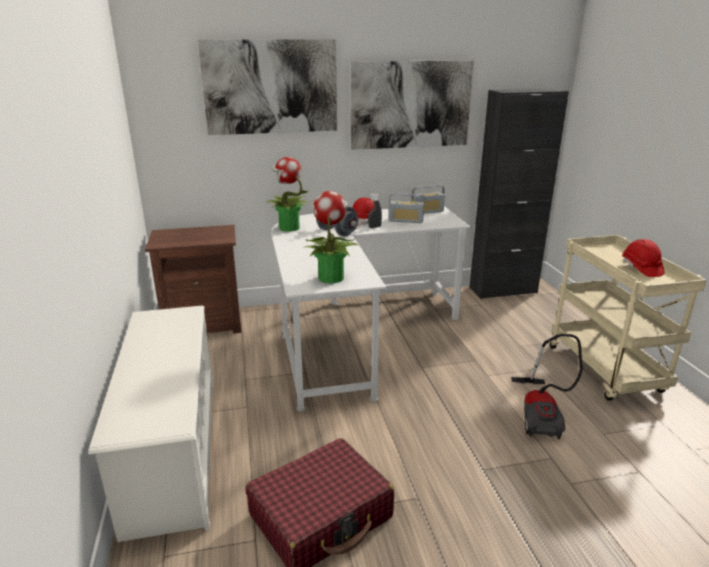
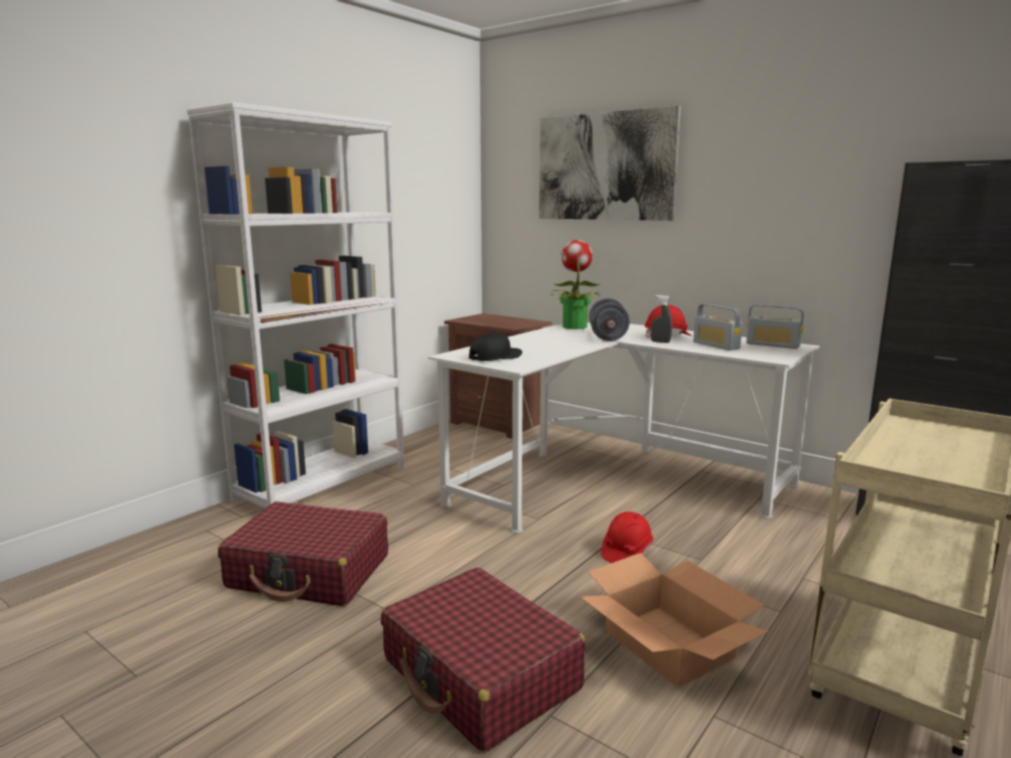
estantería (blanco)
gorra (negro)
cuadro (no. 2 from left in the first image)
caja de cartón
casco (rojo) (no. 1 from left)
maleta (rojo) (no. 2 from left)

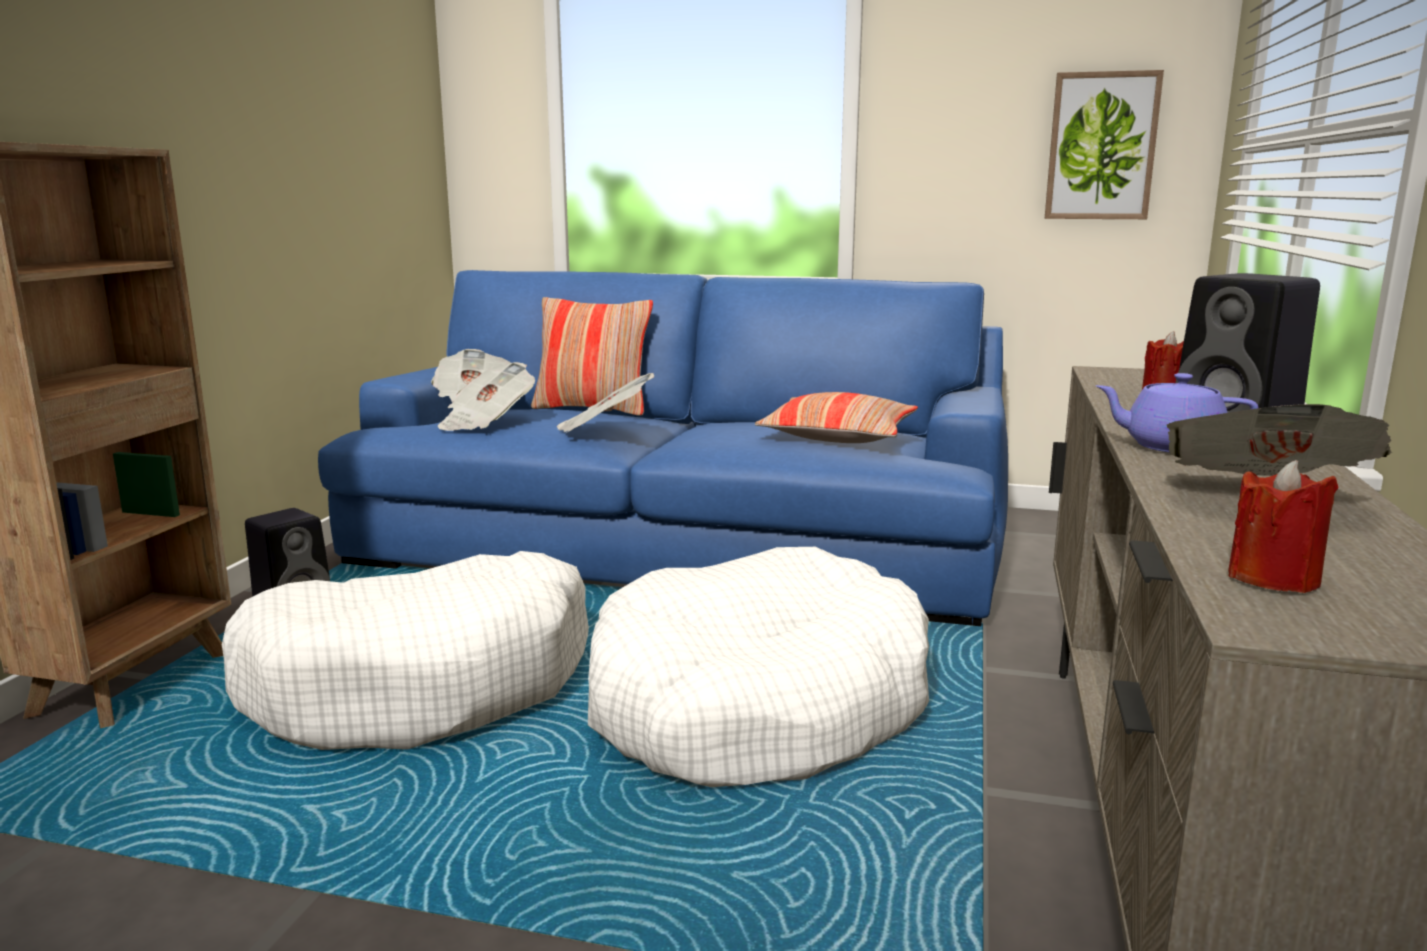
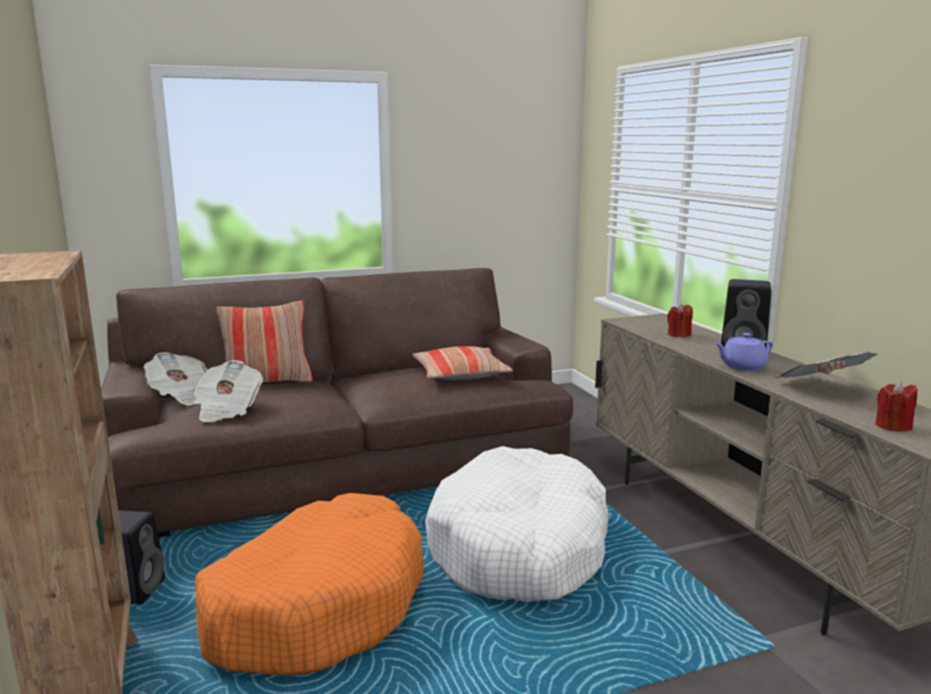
cama para perro (naranja)
sofá (marrón)
periódico (no. 3 from left in the first image)
cuadro

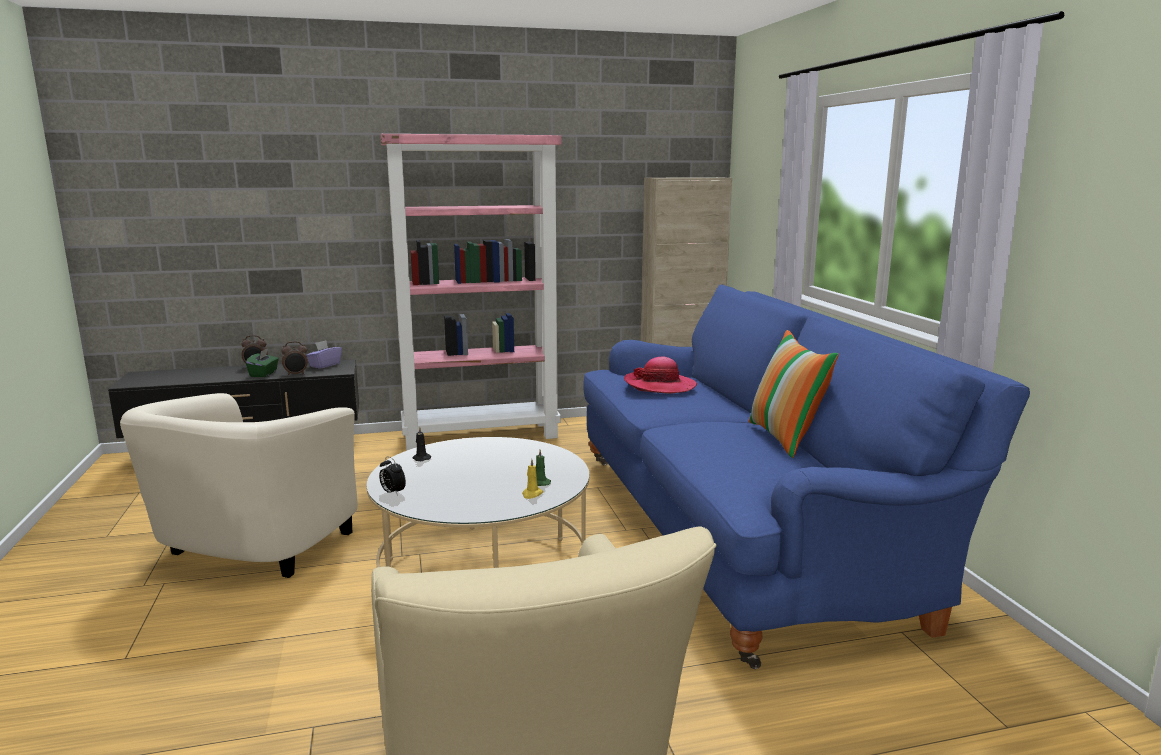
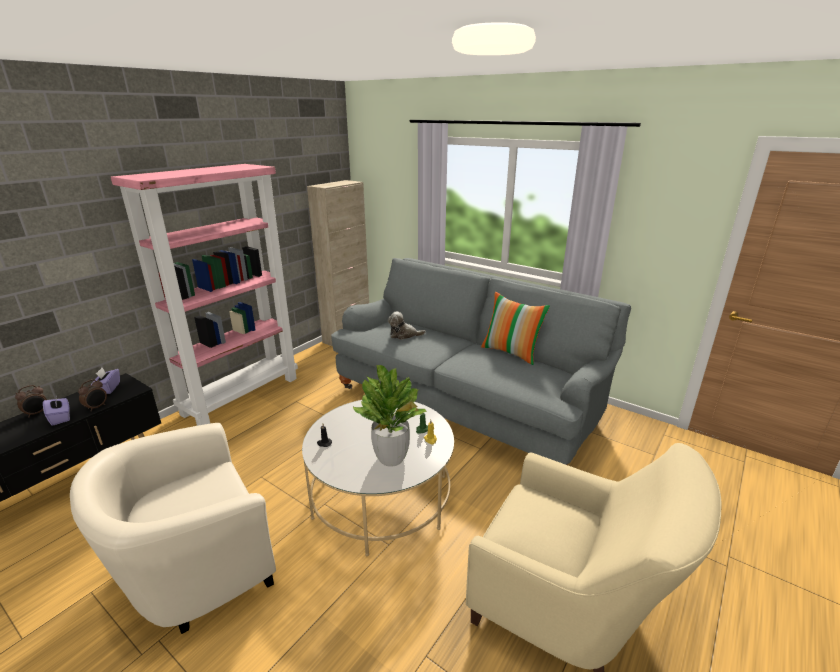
sillón (beis) (no. 1 from left)
caja de pañuelos (morado) (no. 1 from left)
despertador (no. 3 from left in the first image)
sofá (gris)
peluche
planta en maceta

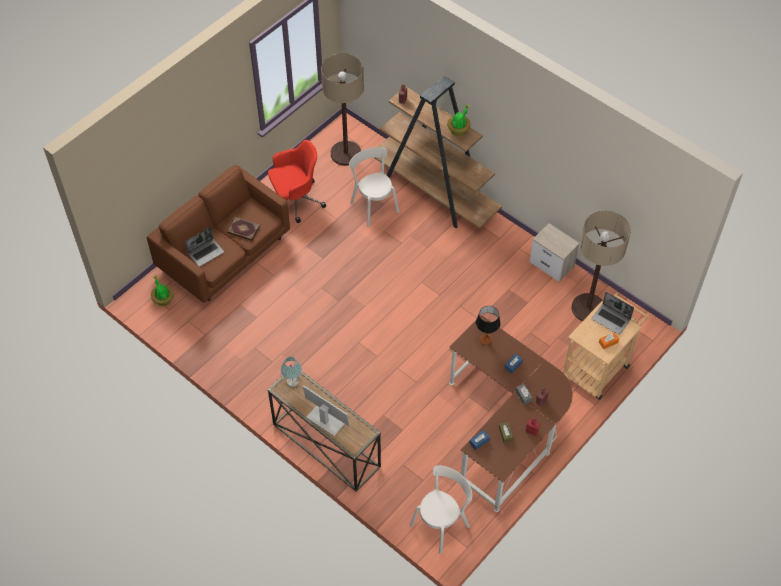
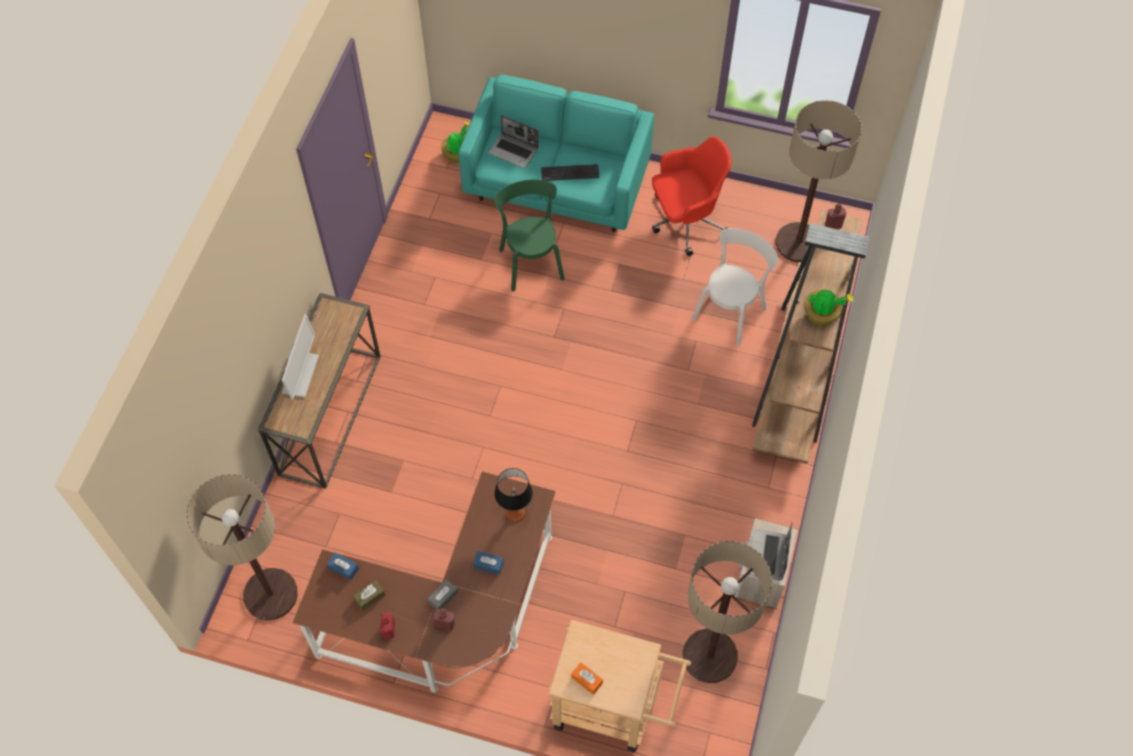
sofá (turquesa)
teclado
silla de oficina (rojo)
lámpara de mesa (no. 1 from left in the first image)
lámpara de pie (no. 1 from left)
portátil (no. 2 from left)
silla (verde)

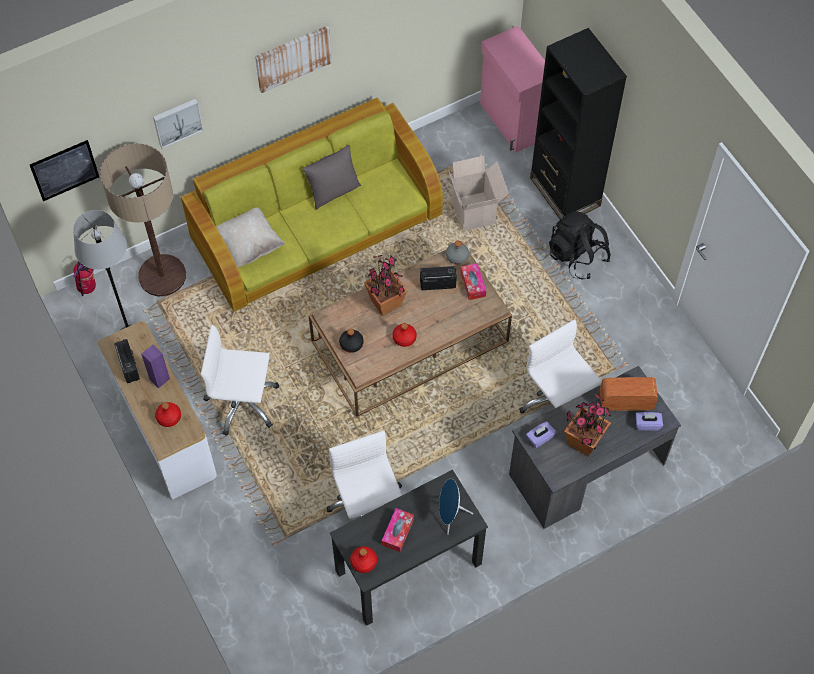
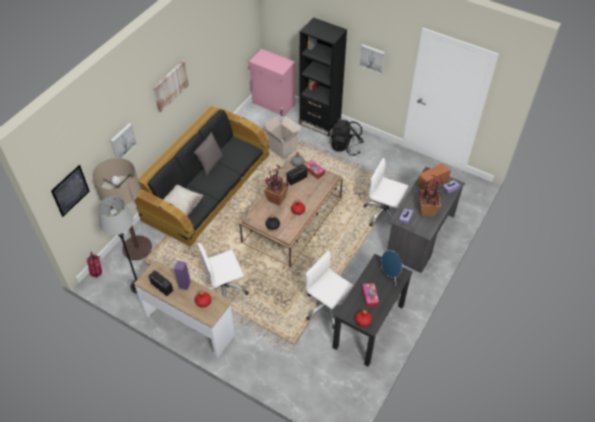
sofá (negro)
cuadro (no. 4 from left)

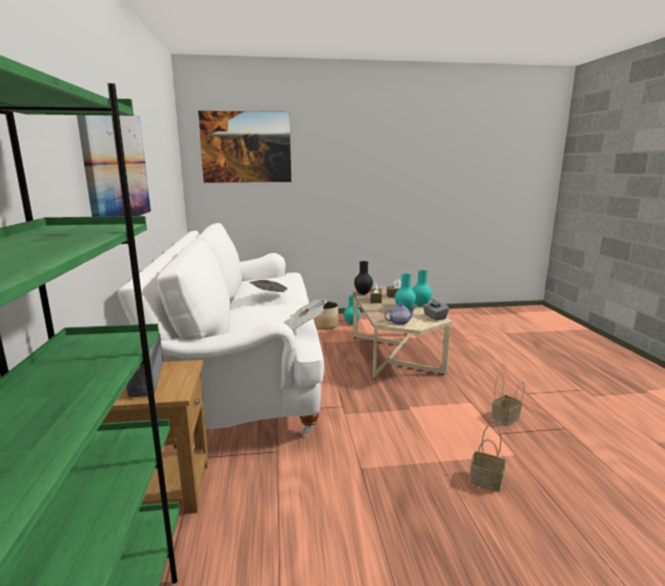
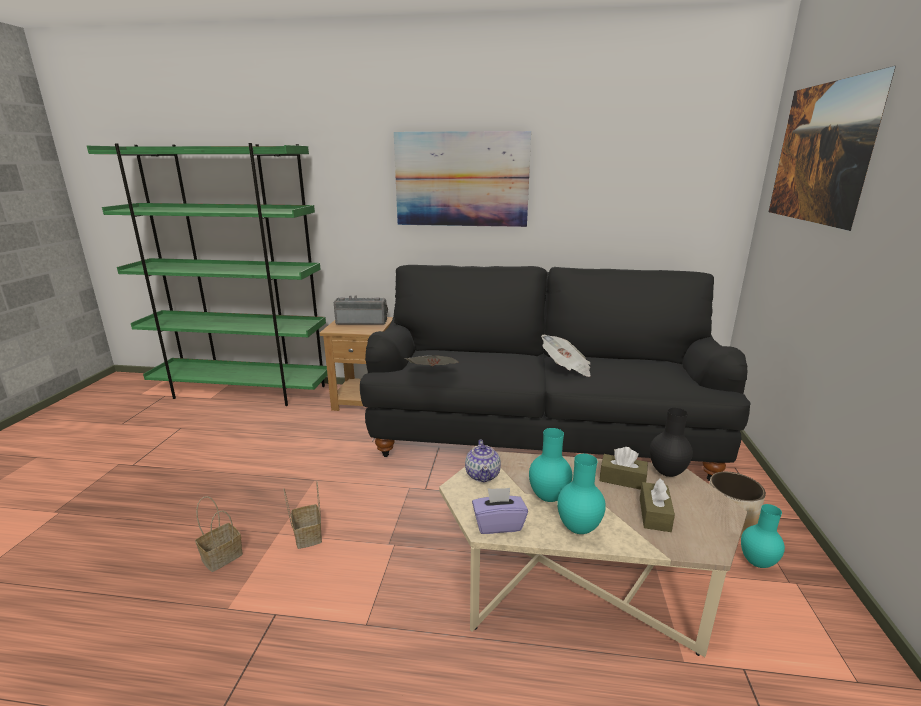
sofá (negro)
caja de pañuelos (morado)
cesta (no. 2 from left)

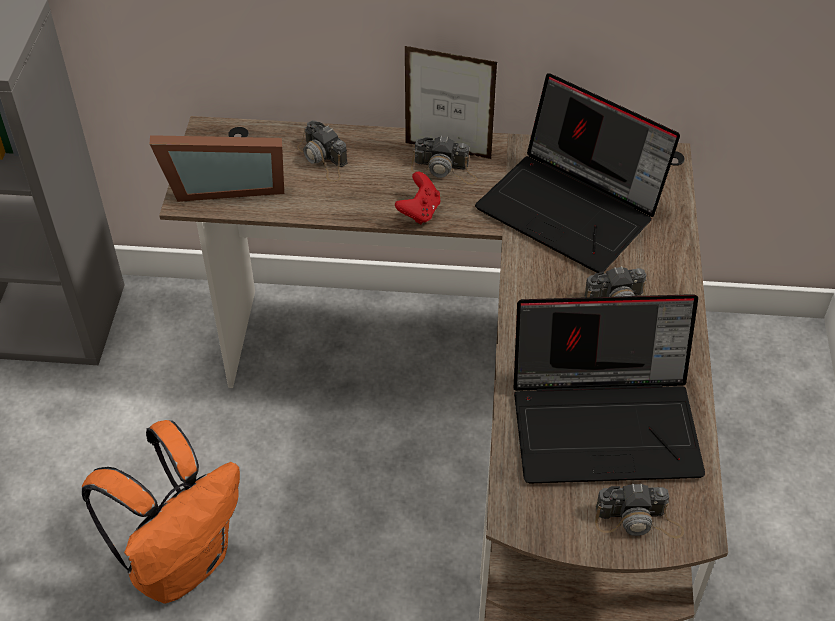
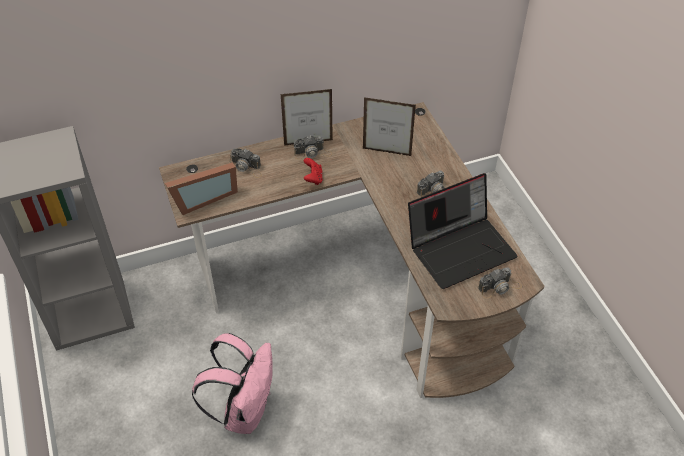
mochila (rosa)
portarretratos (no. 3 from left)

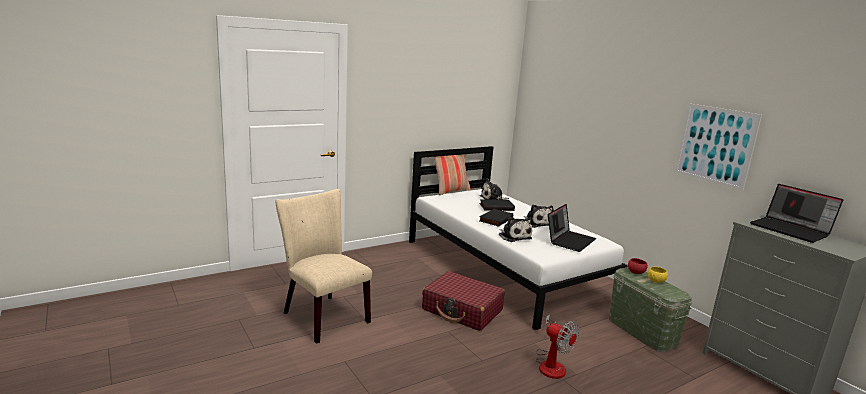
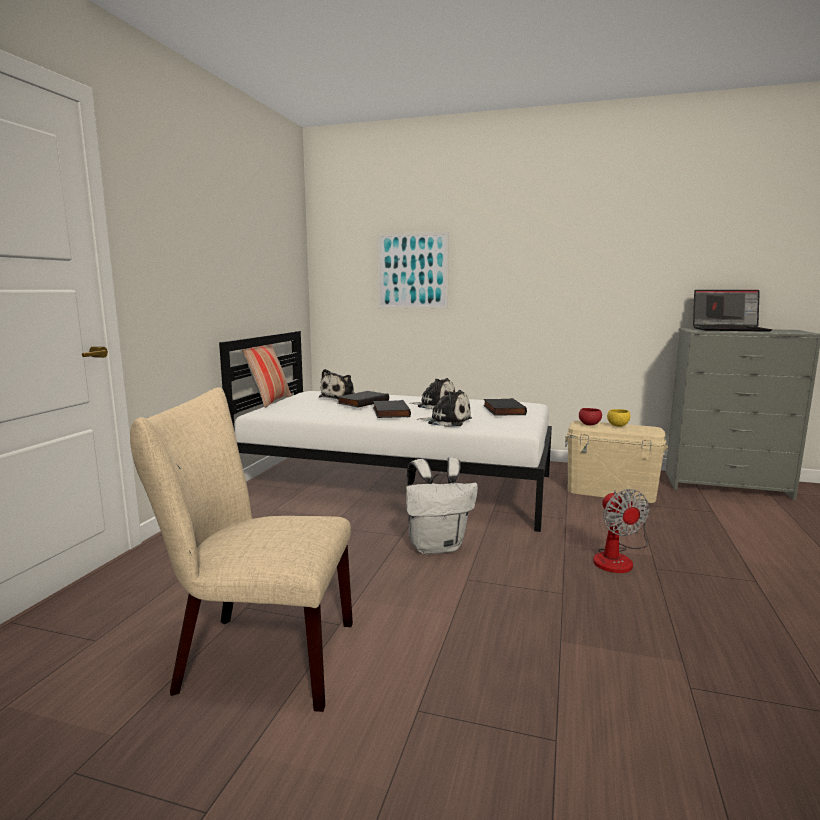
mochila (blanco)
ventilador
libro (negro) (no. 3 from left)
caja de almacenaje (beis)
cuadro

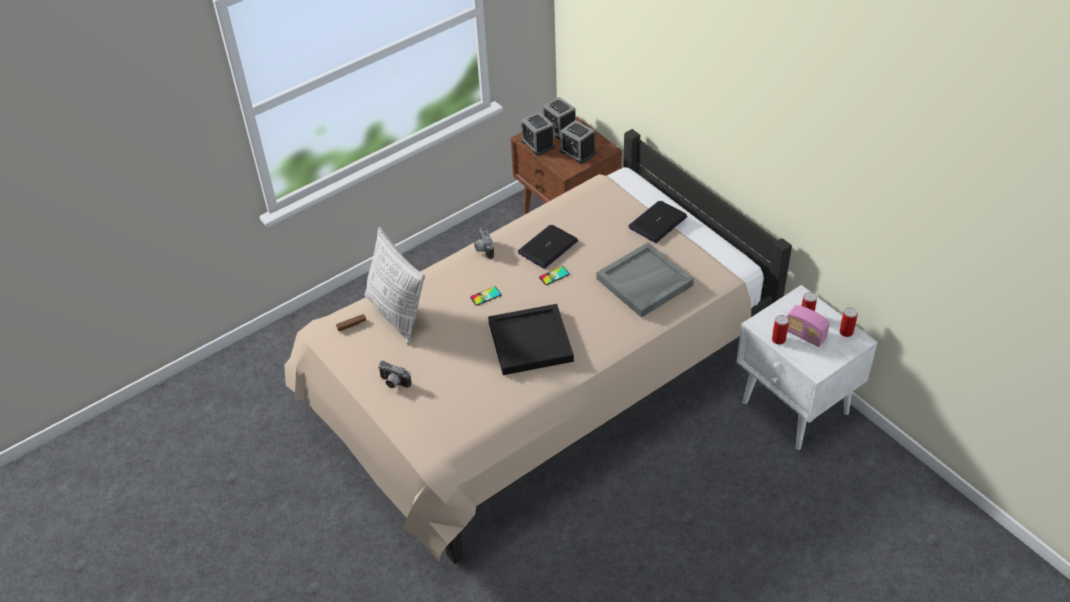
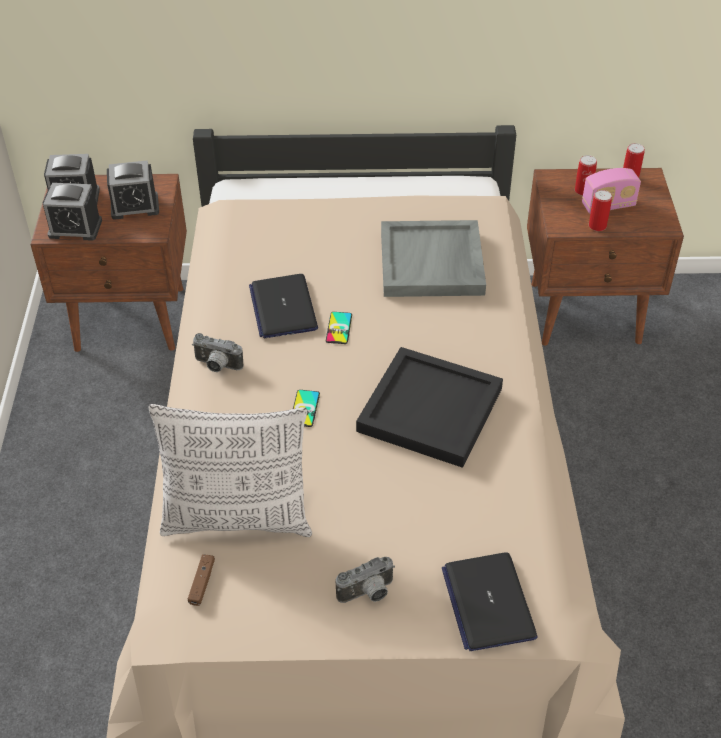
portátil (no. 2 from left)
mesita de noche (marrón) (no. 2 from left)

